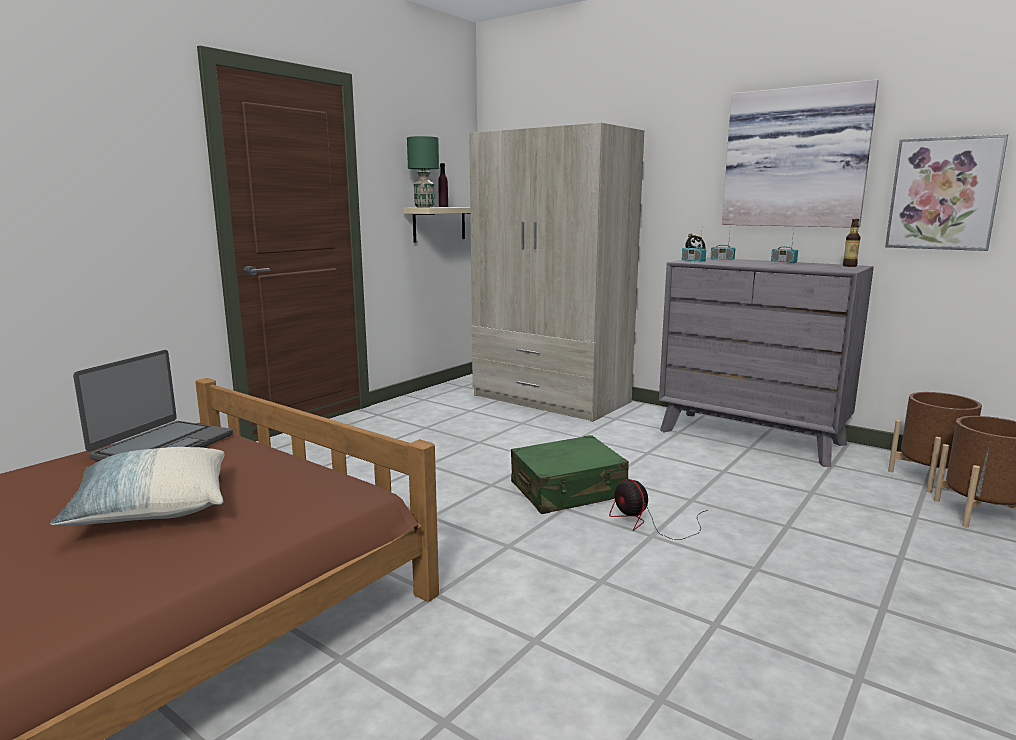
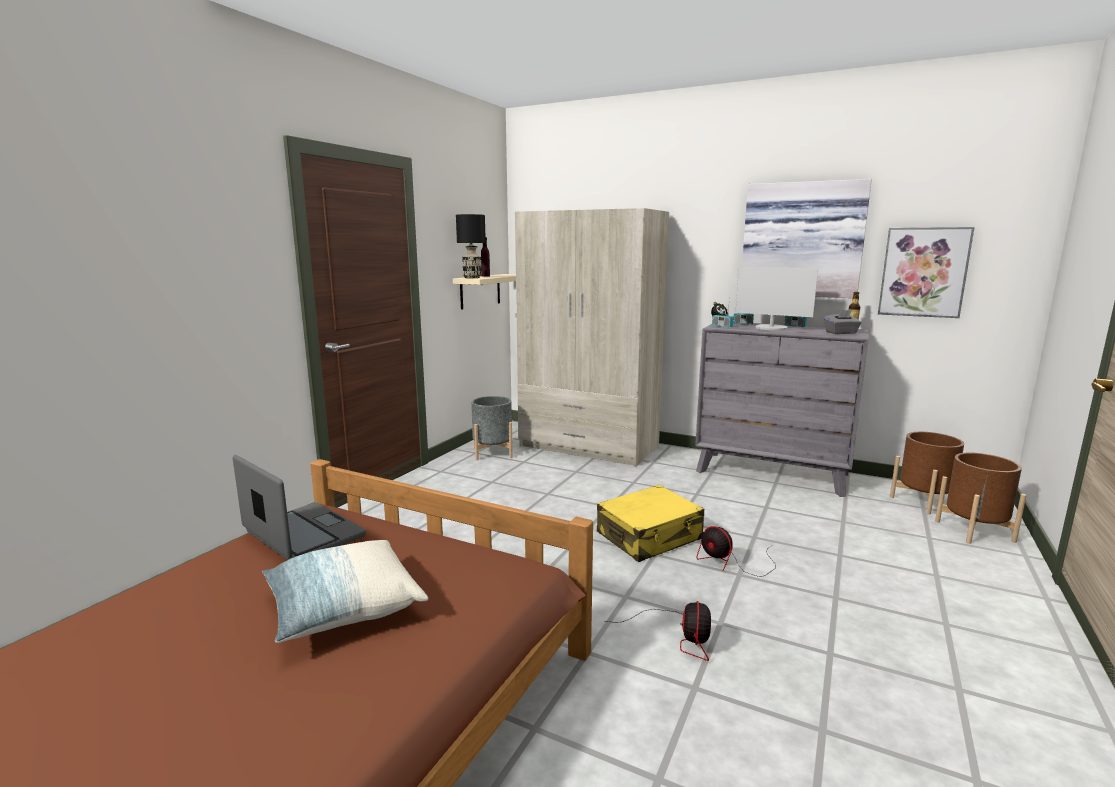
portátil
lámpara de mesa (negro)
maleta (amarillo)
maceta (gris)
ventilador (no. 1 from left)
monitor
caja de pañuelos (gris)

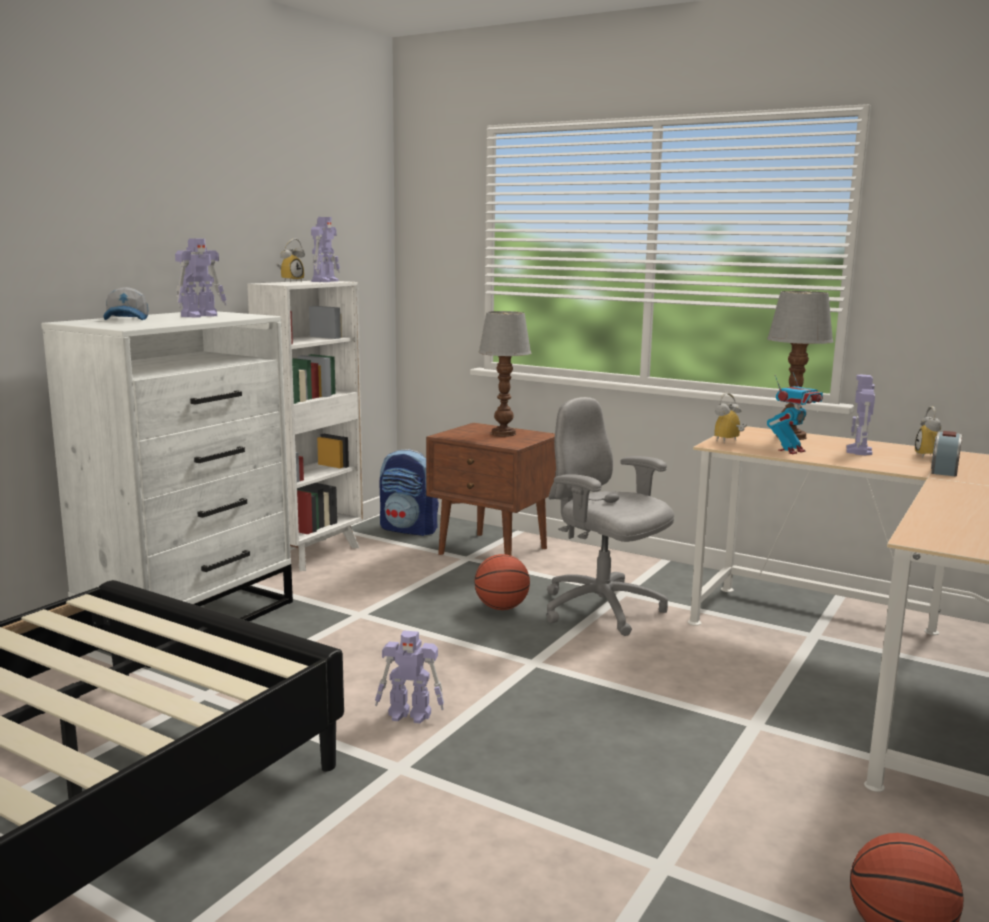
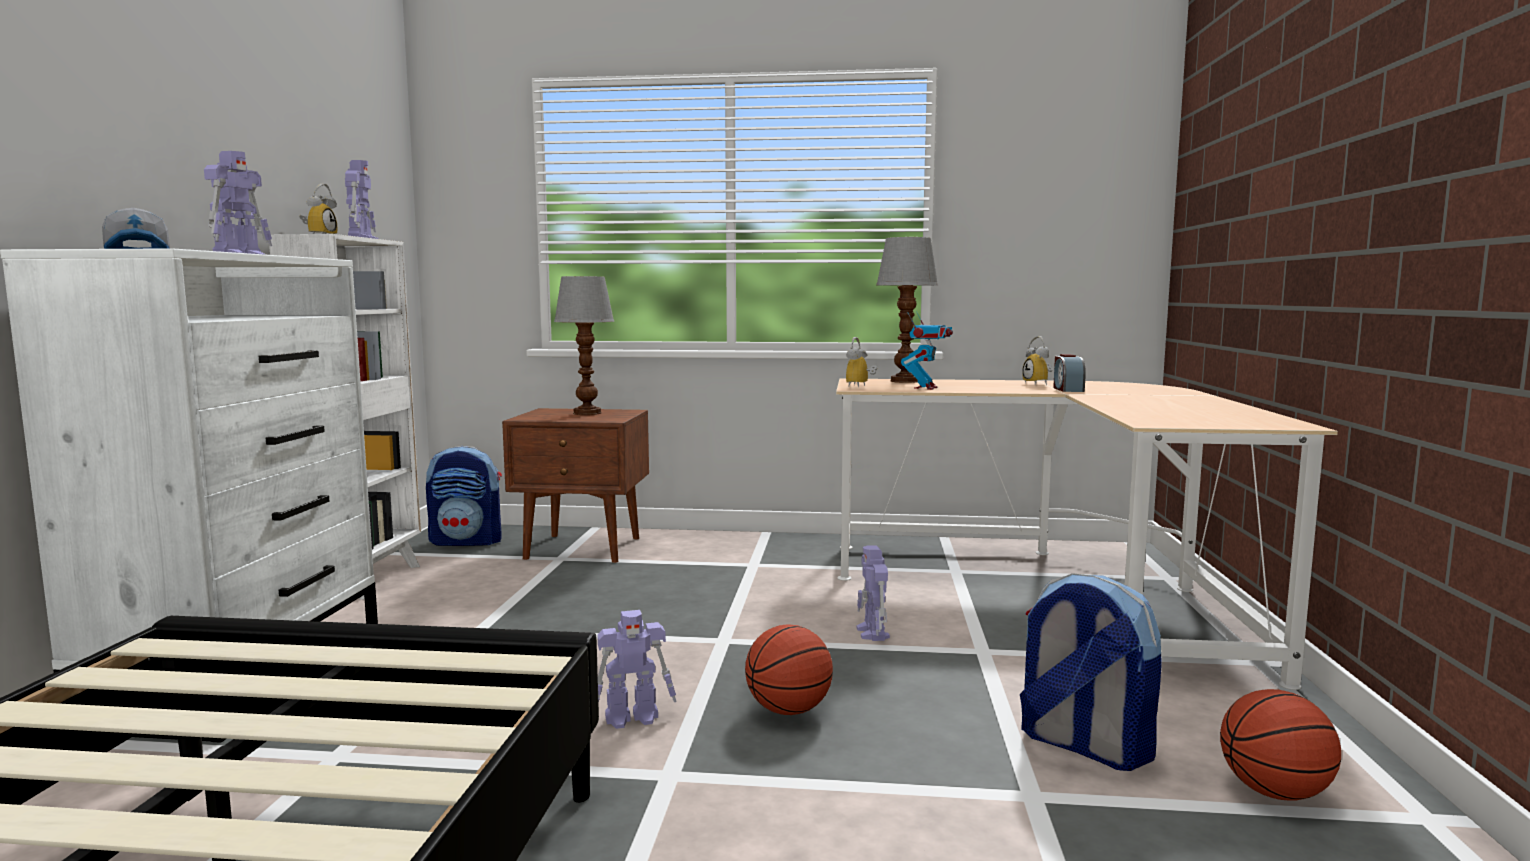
balón de baloncesto (no. 1 from left)
silla de oficina (gris)
robot de juguete (no. 4 from left)
mochila (no. 2 from left)

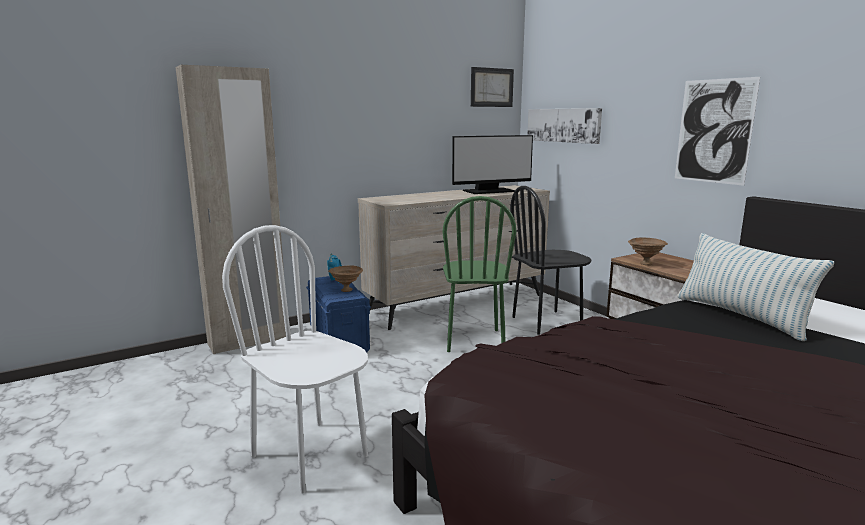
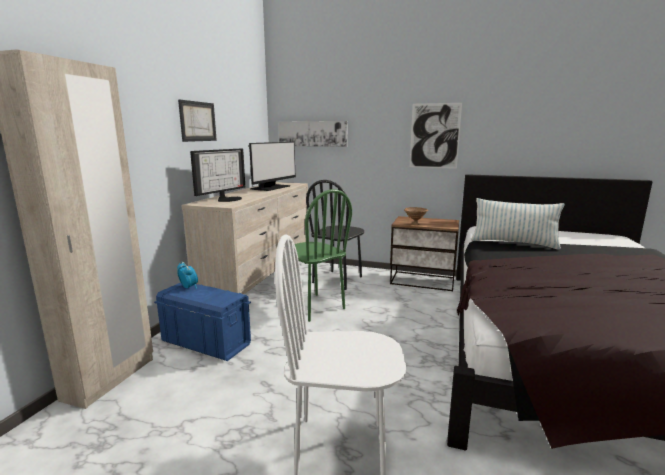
cuenco (marrón) (no. 1 from left in the first image)
cuadro (no. 1 from left)
monitor (no. 1 from left)

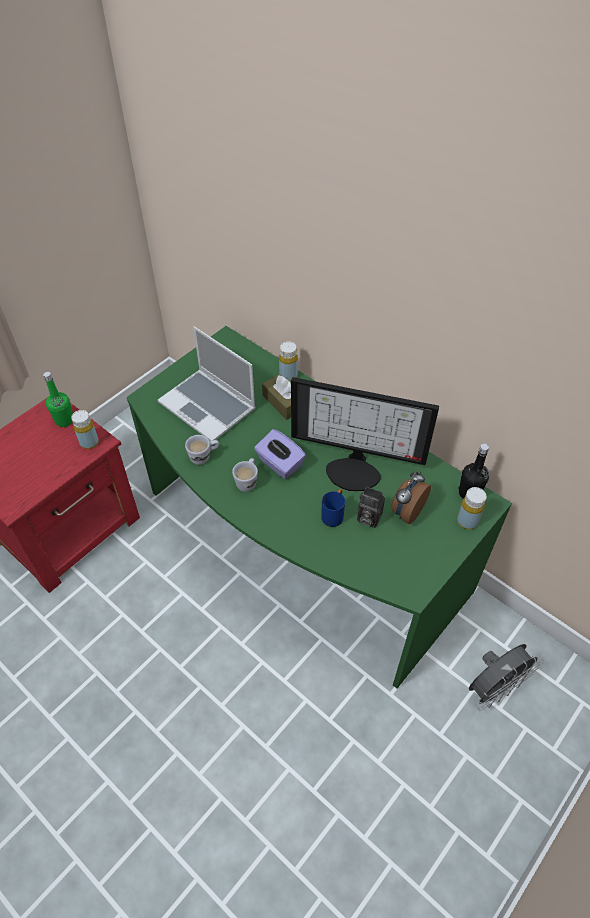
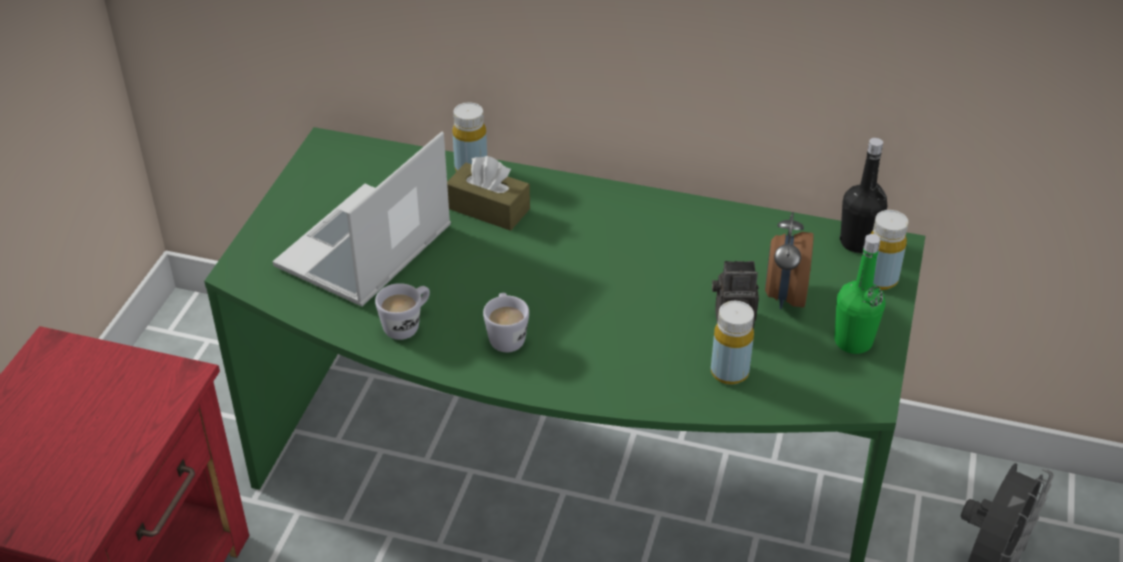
botella (verde)
botella (amarillo) (no. 2 from left)
portátil
caja de pañuelos (morado)
monitor
taza grande (azul)

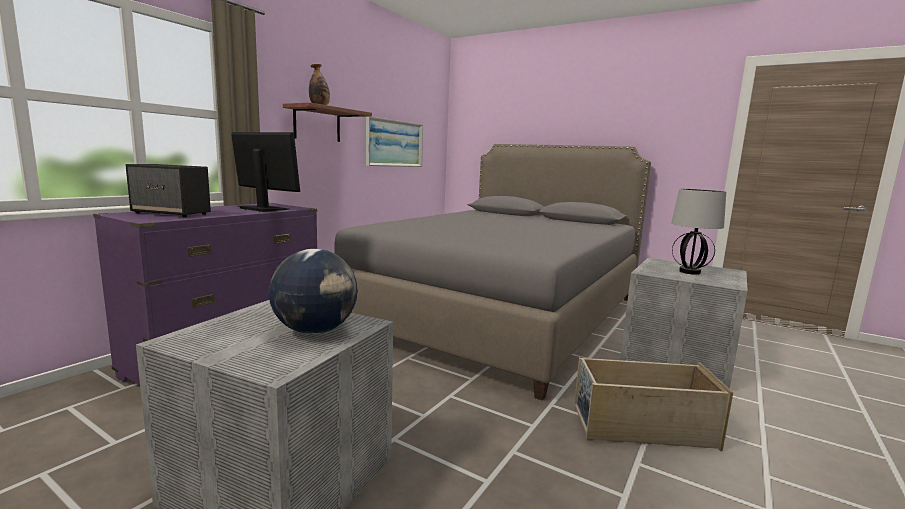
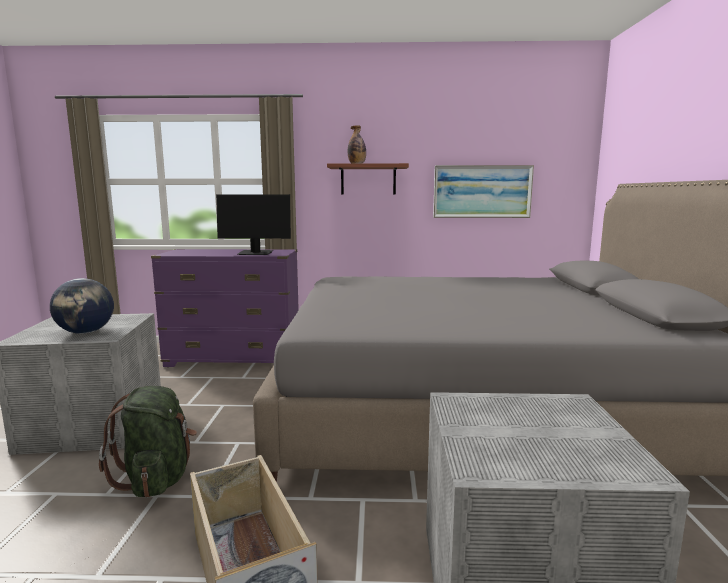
altavoz
monitor
lámpara de mesa
mochila (verde)

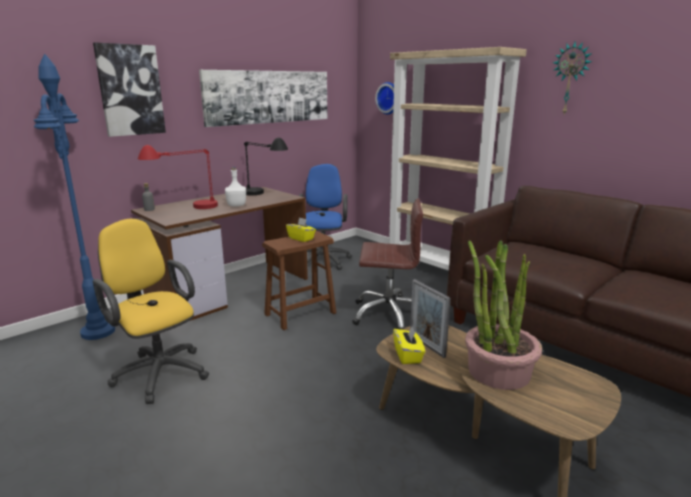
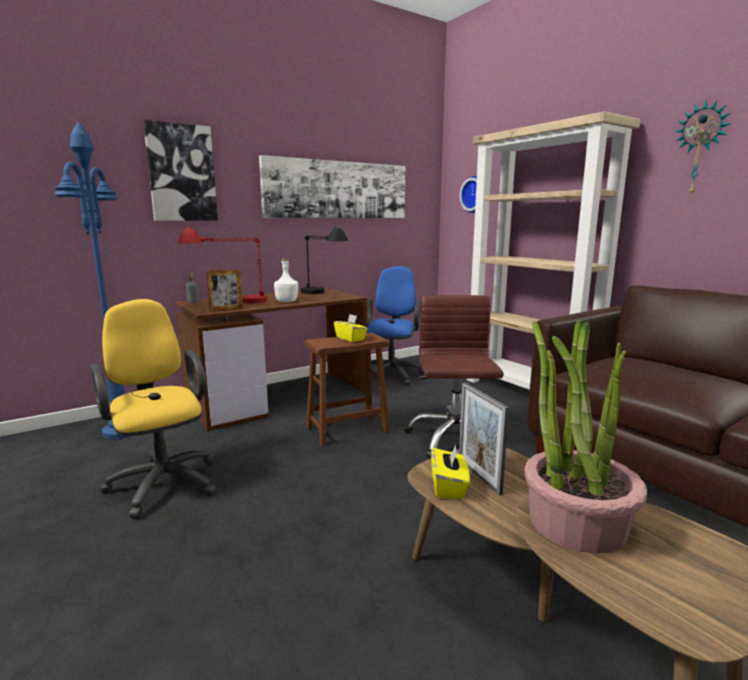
silla de oficina (marrón)
portarretratos (no. 1 from left)

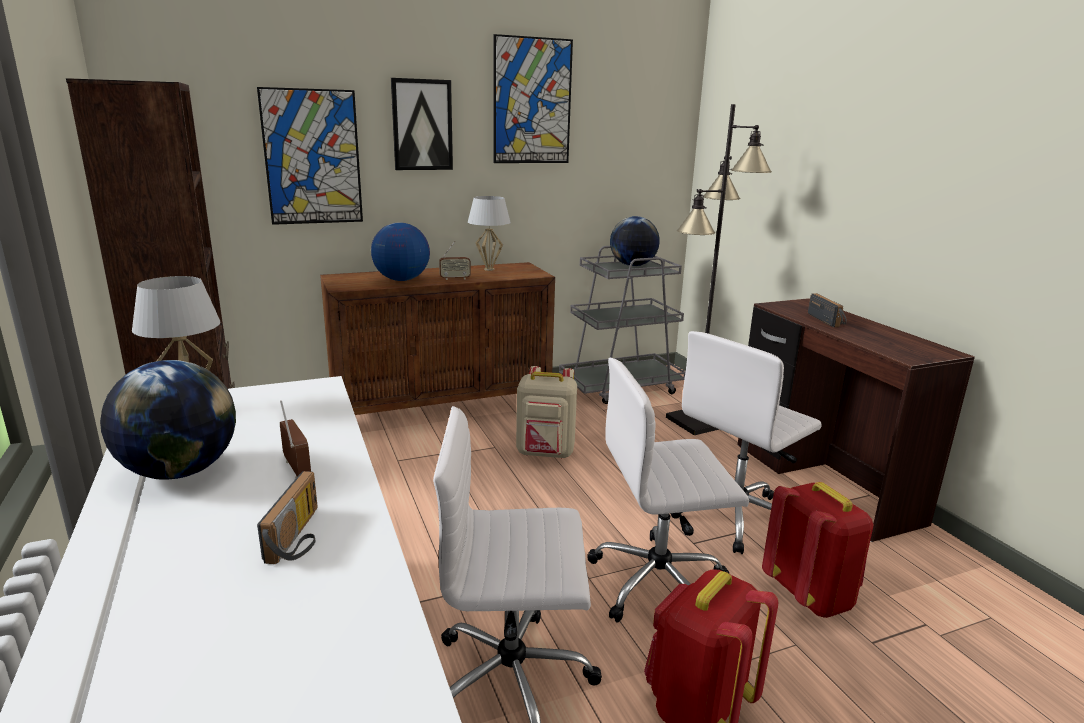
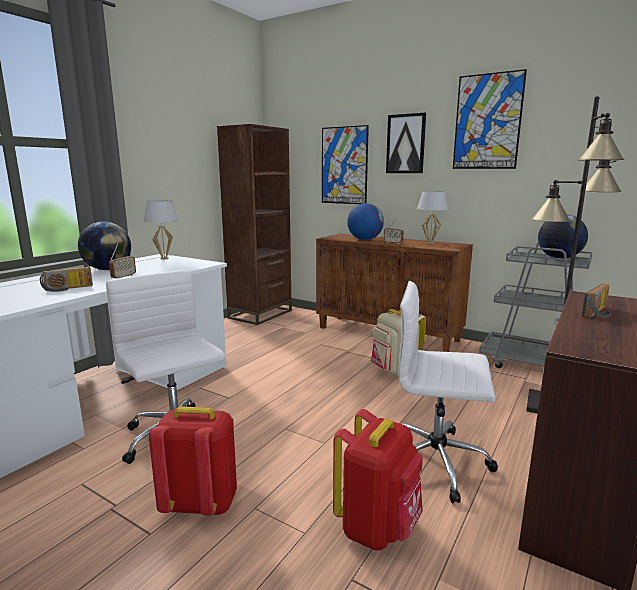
silla de oficina (blanco) (no. 2 from left in the first image)

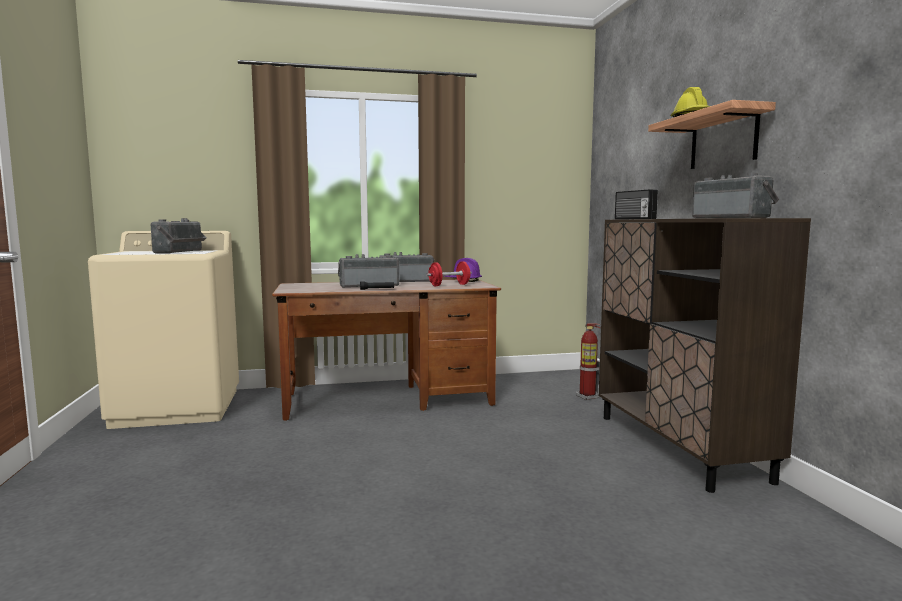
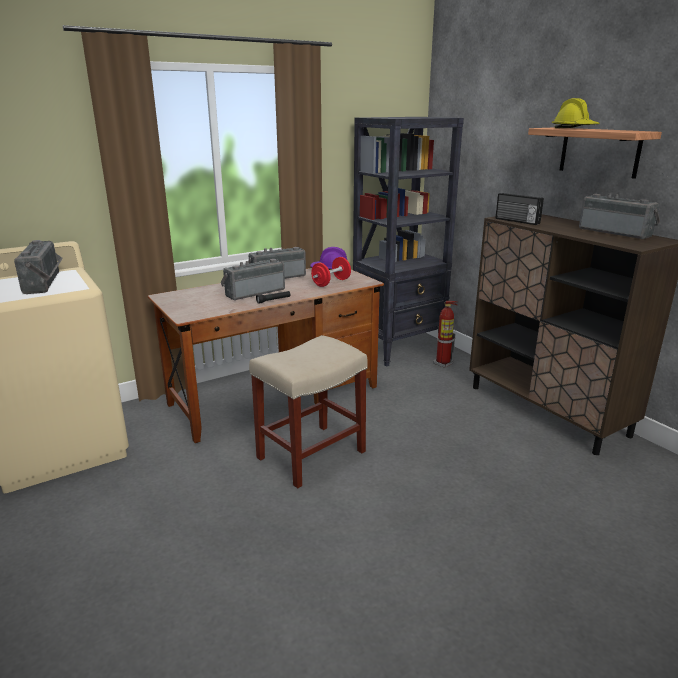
taburete (beis)
estantería (negro)

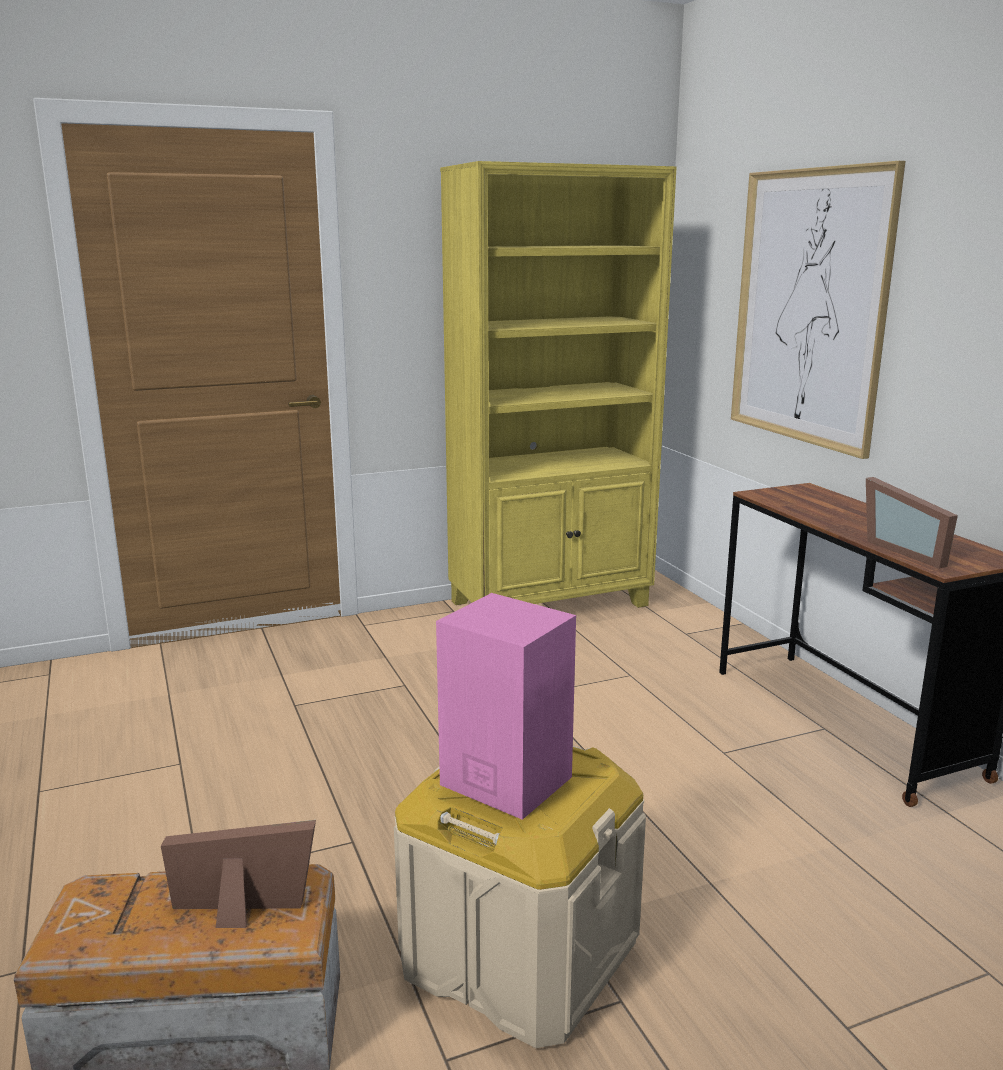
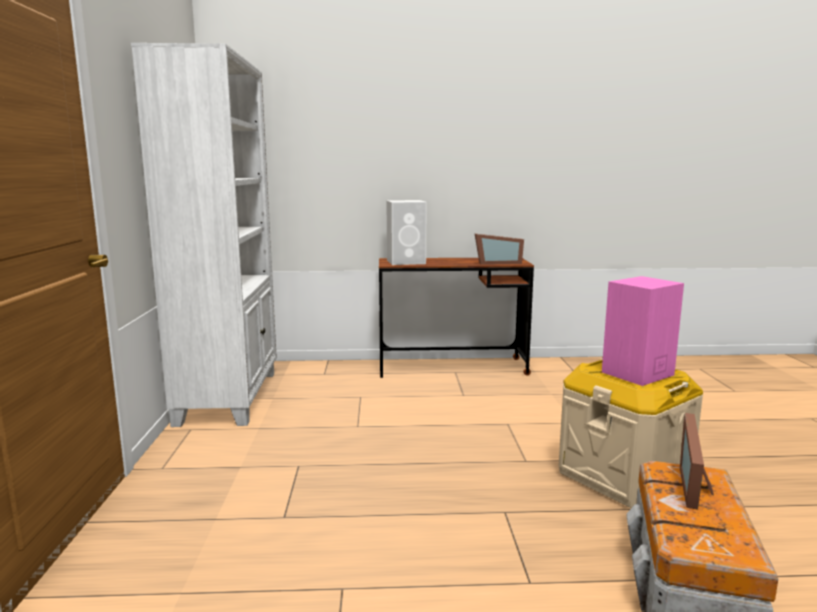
estantería (blanco)
cuadro
altavoz (blanco)

